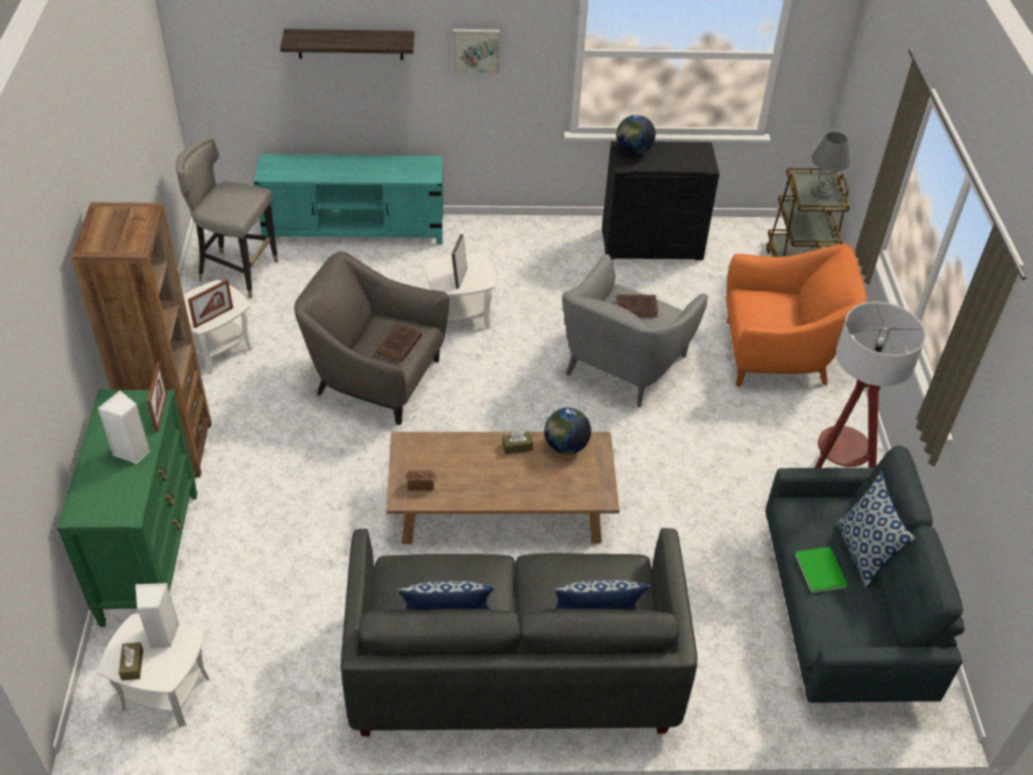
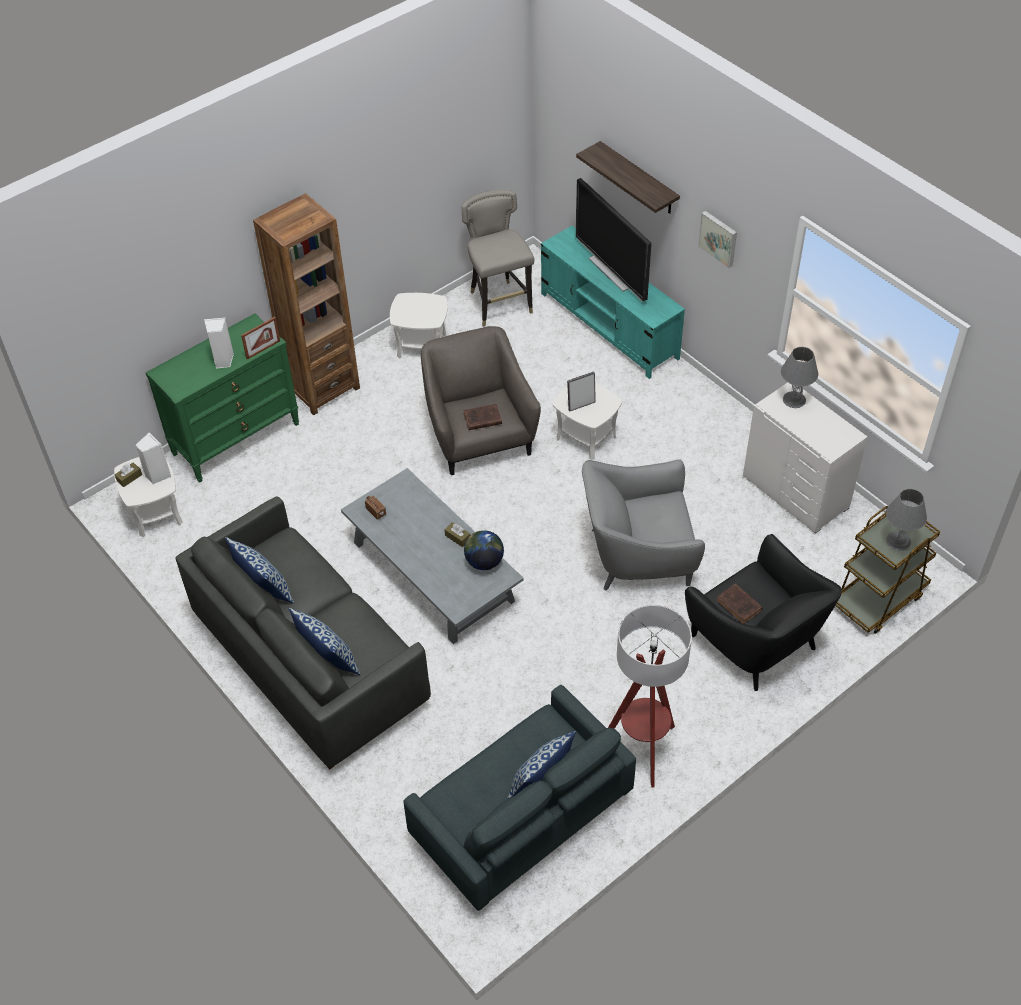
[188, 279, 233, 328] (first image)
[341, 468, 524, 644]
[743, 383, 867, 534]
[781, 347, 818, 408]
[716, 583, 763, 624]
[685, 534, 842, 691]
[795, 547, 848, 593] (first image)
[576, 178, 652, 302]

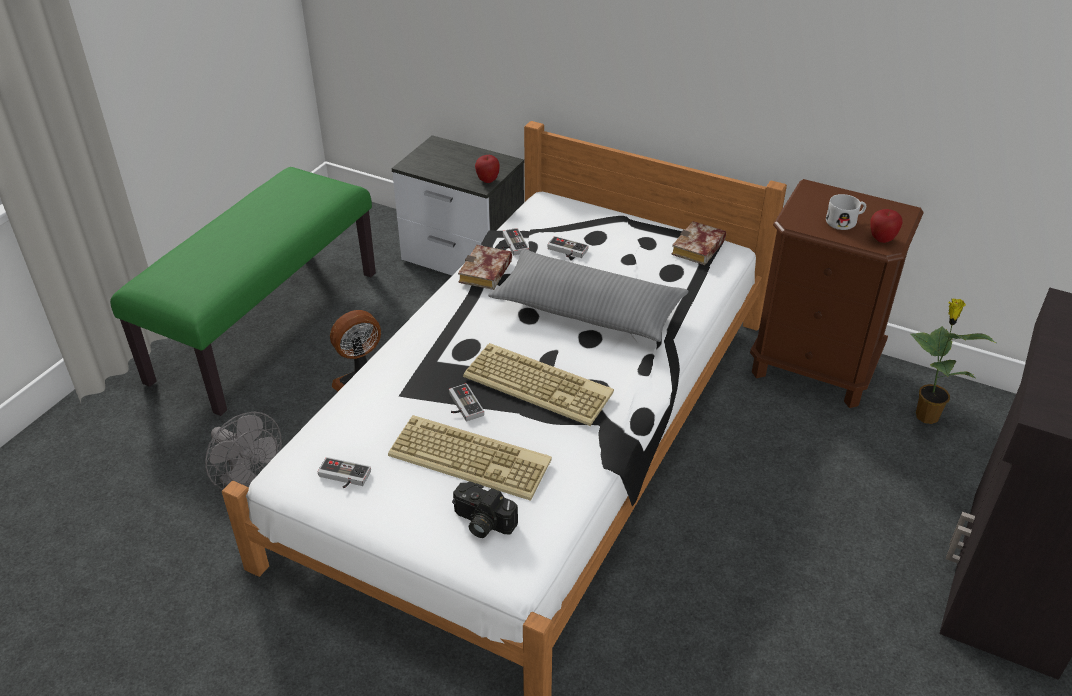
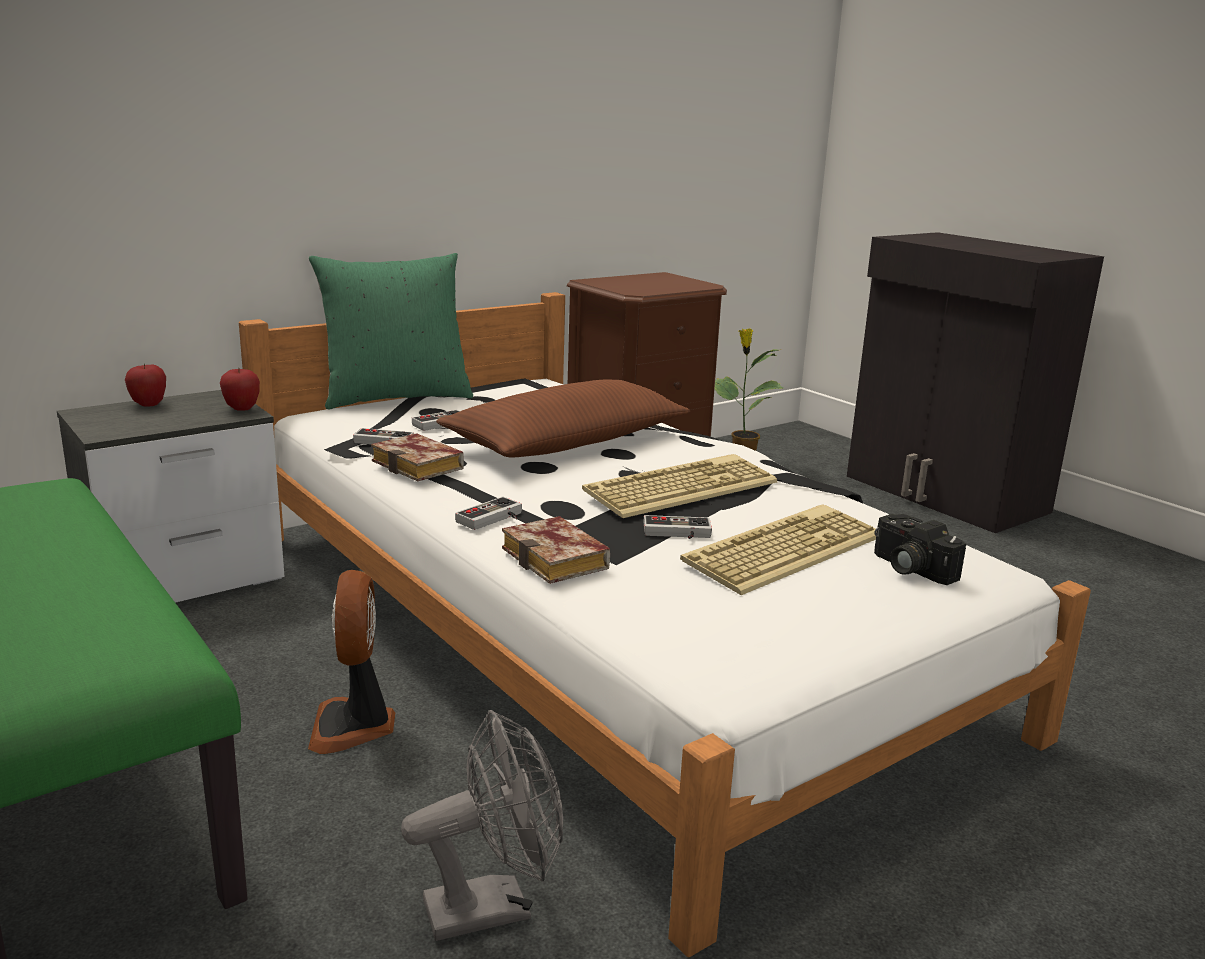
[455, 497, 522, 530]
[874, 514, 966, 585]
[436, 380, 690, 458]
[502, 516, 610, 584]
[826, 194, 866, 230] (first image)
[125, 363, 166, 407]
[309, 253, 473, 409]

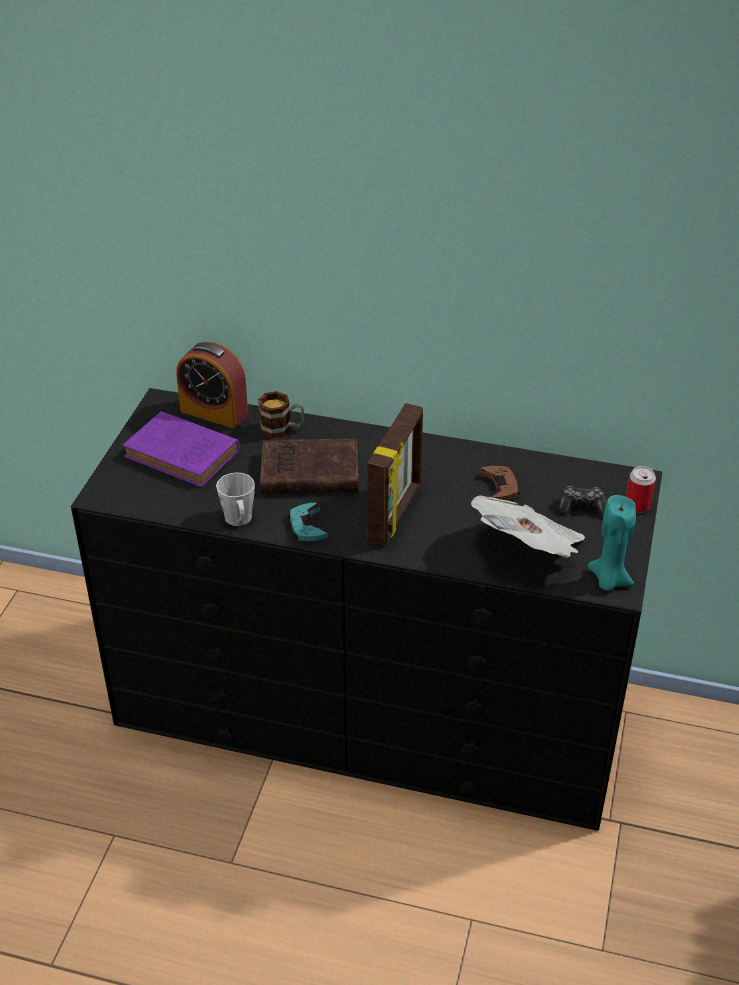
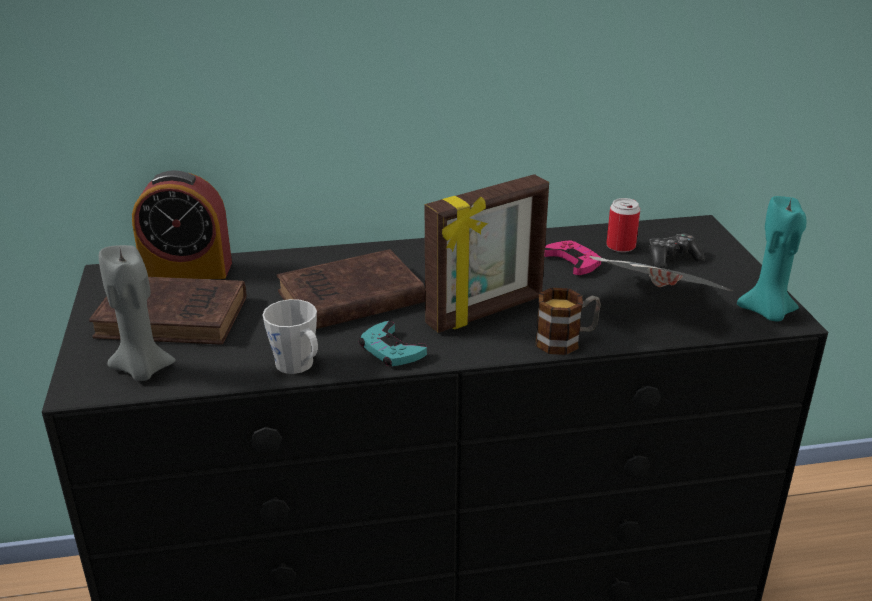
[89, 277, 246, 345]
[536, 288, 601, 355]
[425, 174, 549, 333]
[544, 240, 602, 275]
[606, 198, 640, 252]
[99, 245, 176, 381]

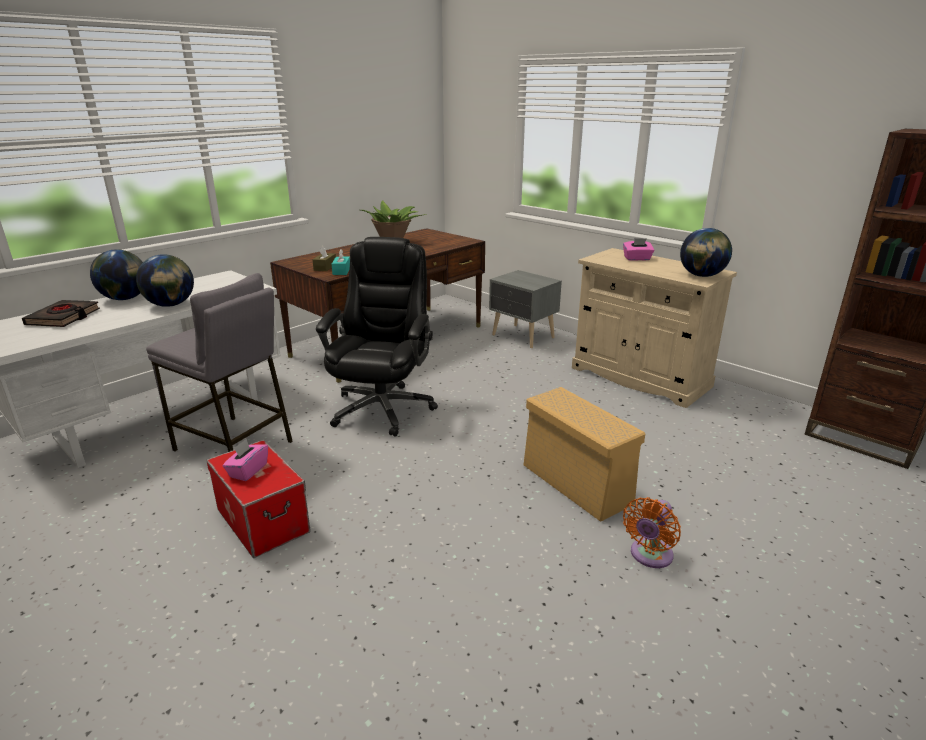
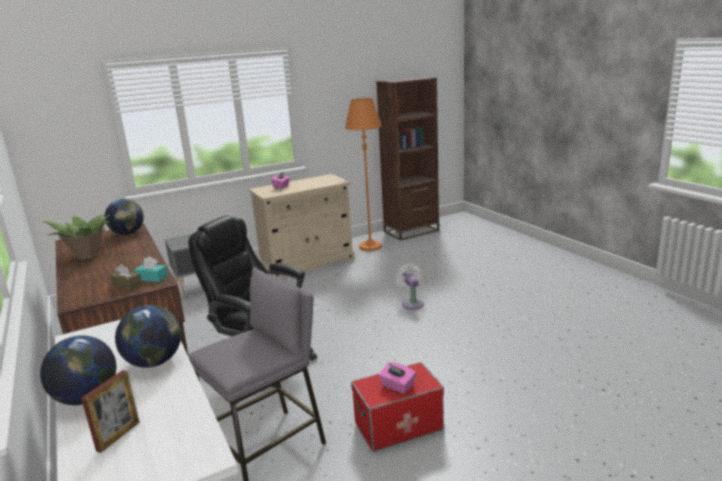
[81, 370, 140, 453]
[395, 264, 424, 310]
[623, 497, 681, 568] (first image)
[105, 199, 144, 235]
[345, 98, 382, 251]

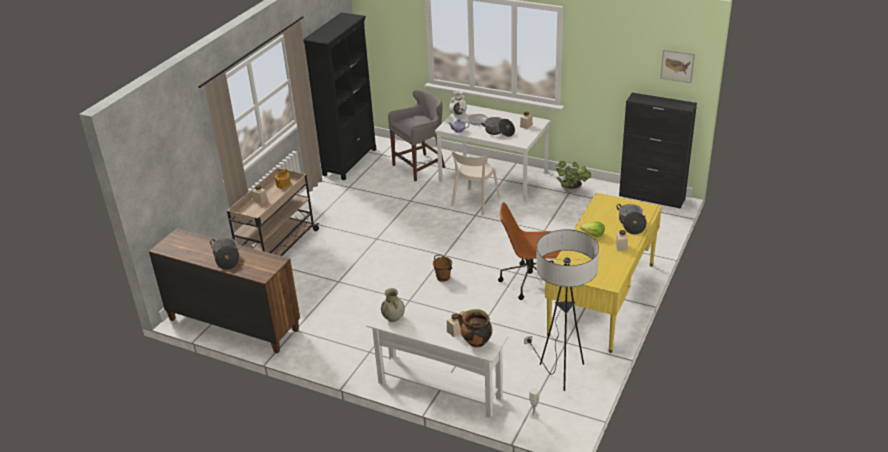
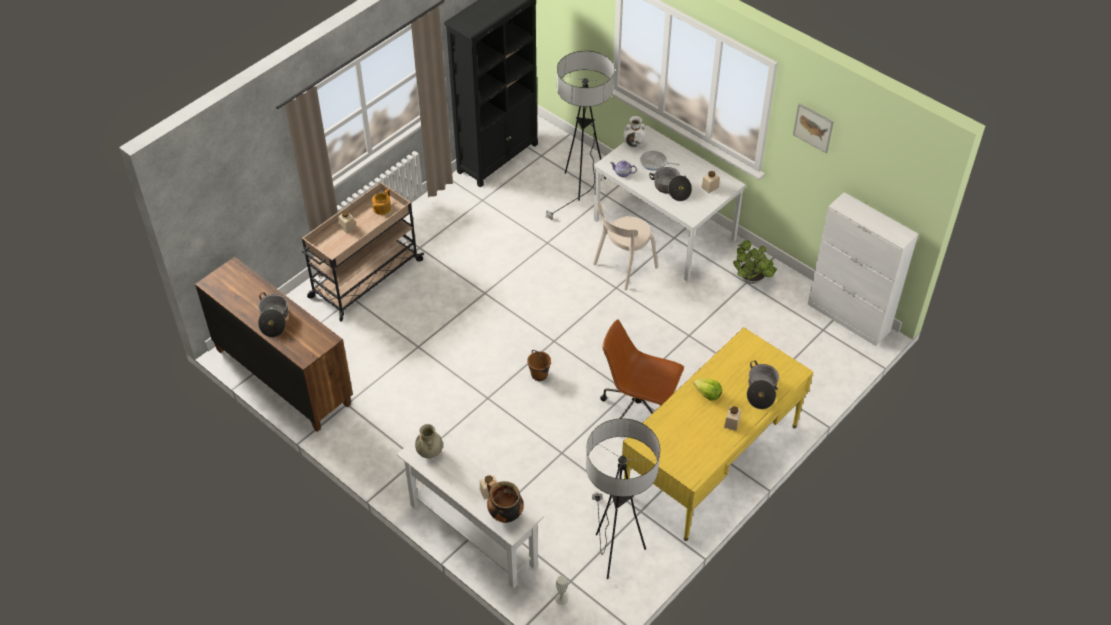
[546, 51, 615, 220]
[808, 192, 918, 346]
[793, 103, 834, 153]

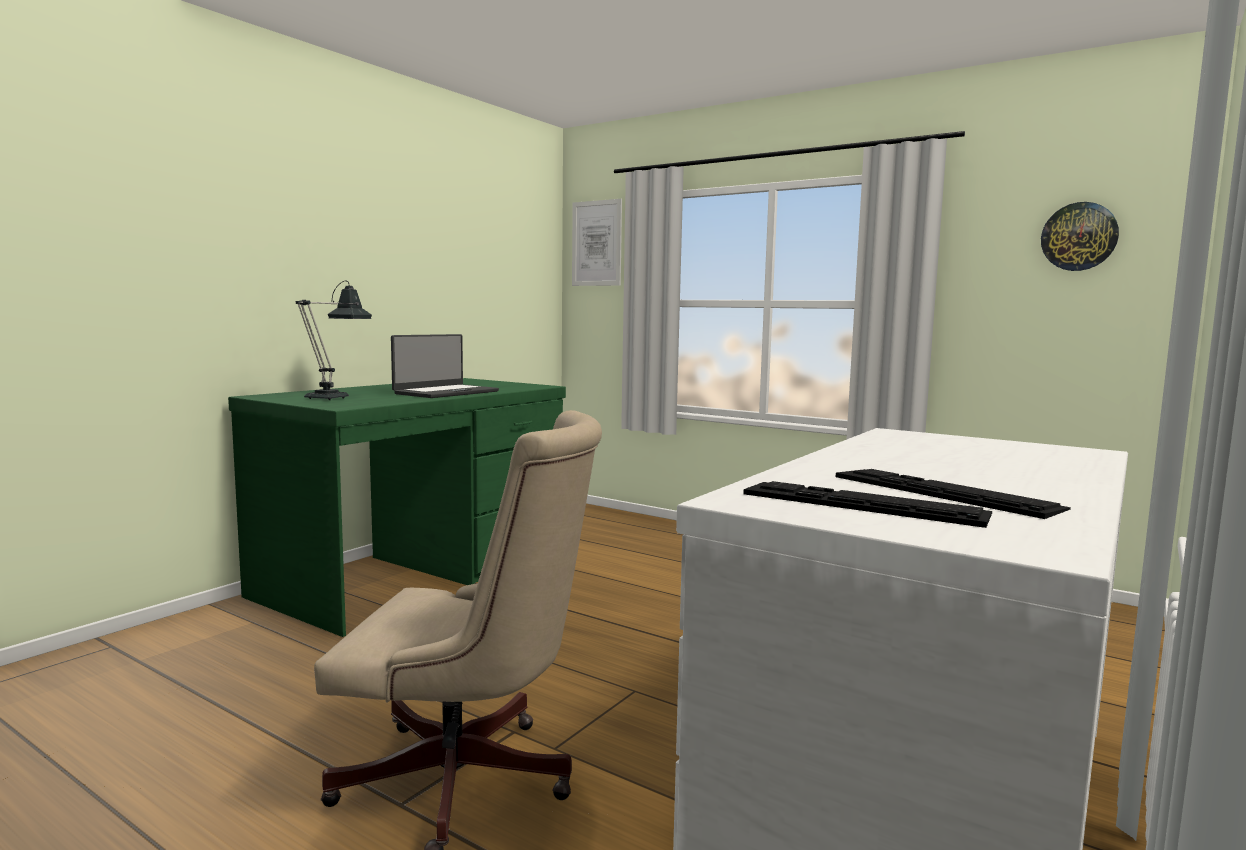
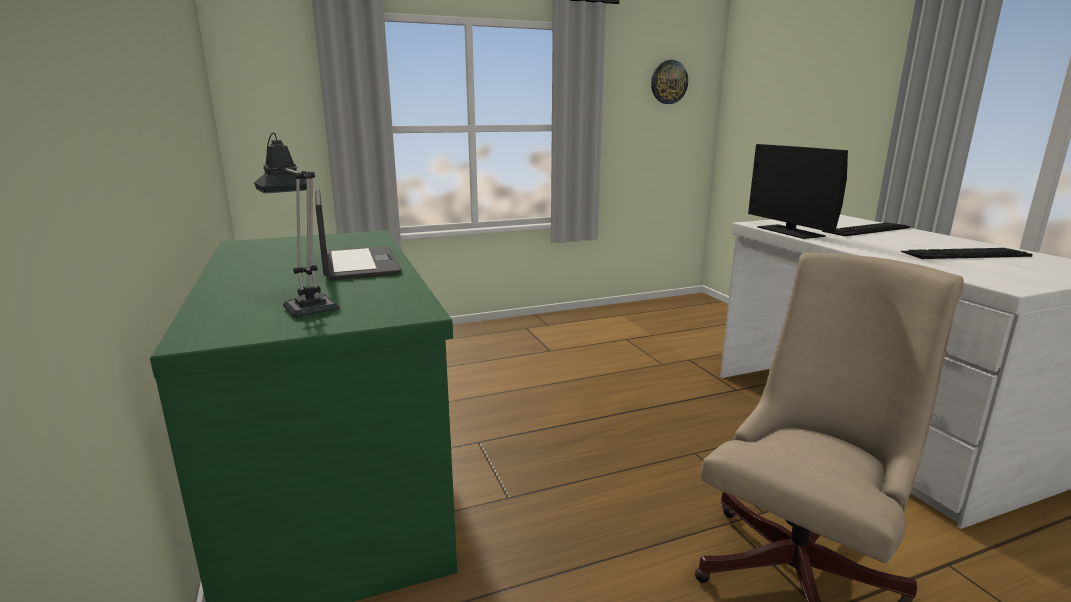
[572, 199, 622, 286] (first image)
[822, 223, 910, 236]
[748, 144, 848, 239]

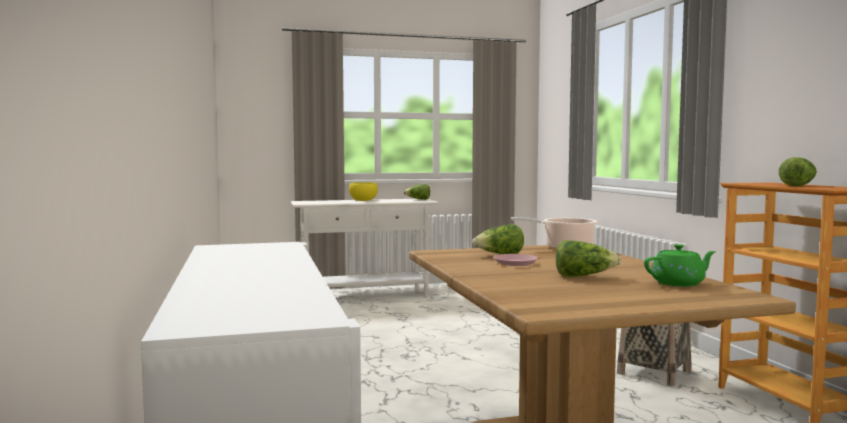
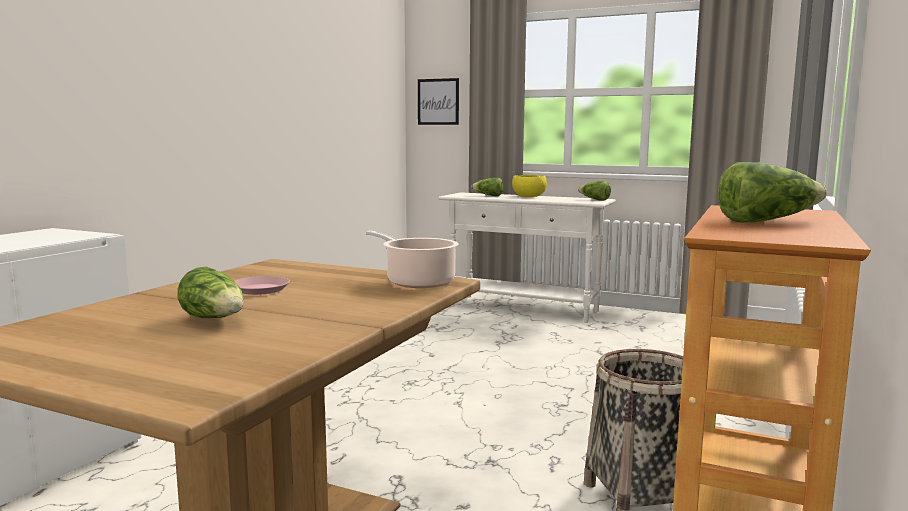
[471, 178, 503, 196]
[644, 244, 716, 287] (first image)
[418, 78, 459, 125]

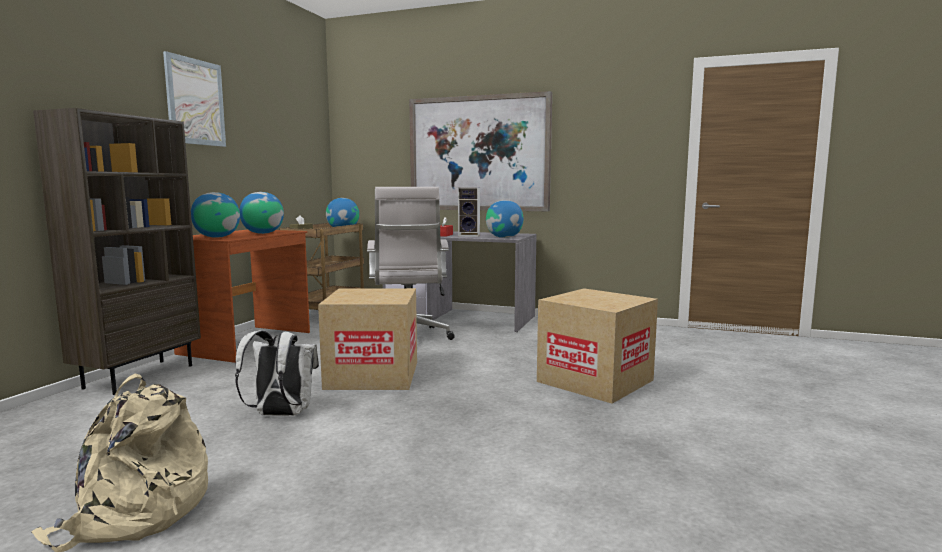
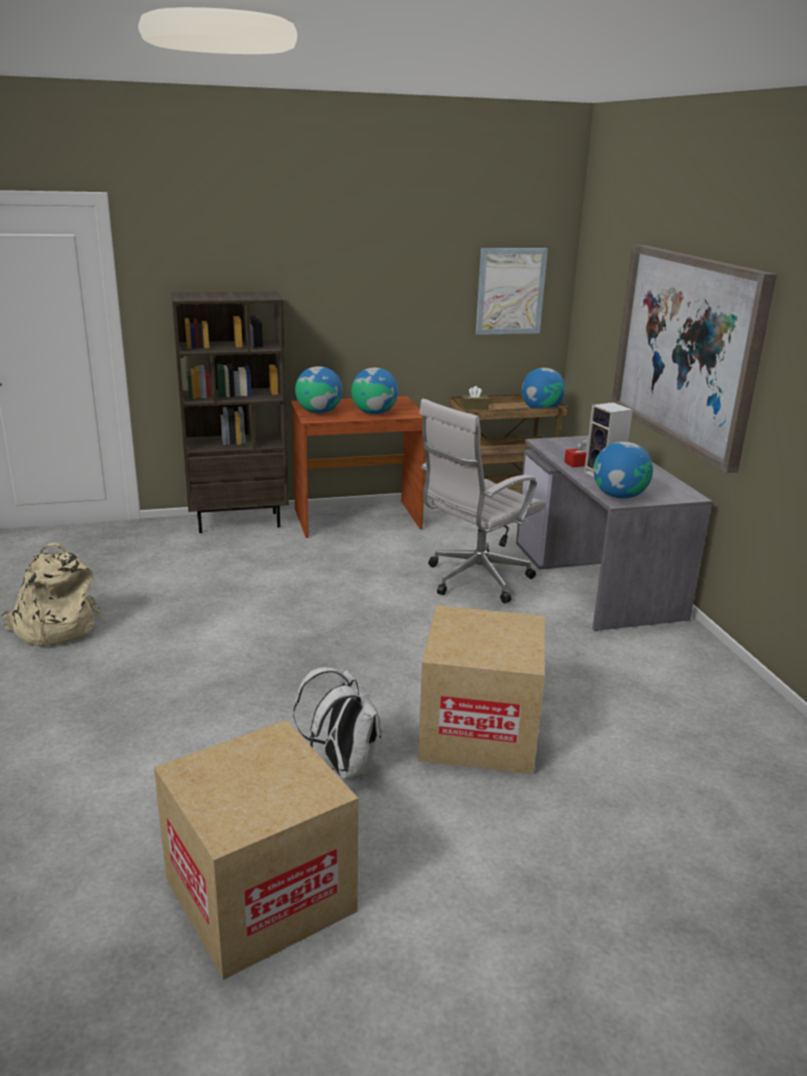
[476, 248, 548, 335]
[293, 667, 381, 779]
[154, 720, 358, 980]

